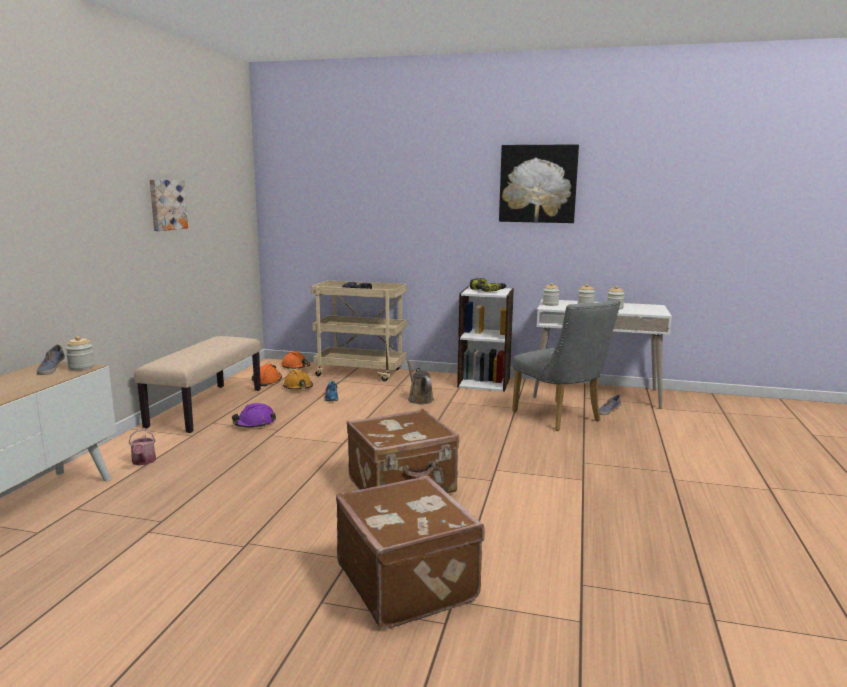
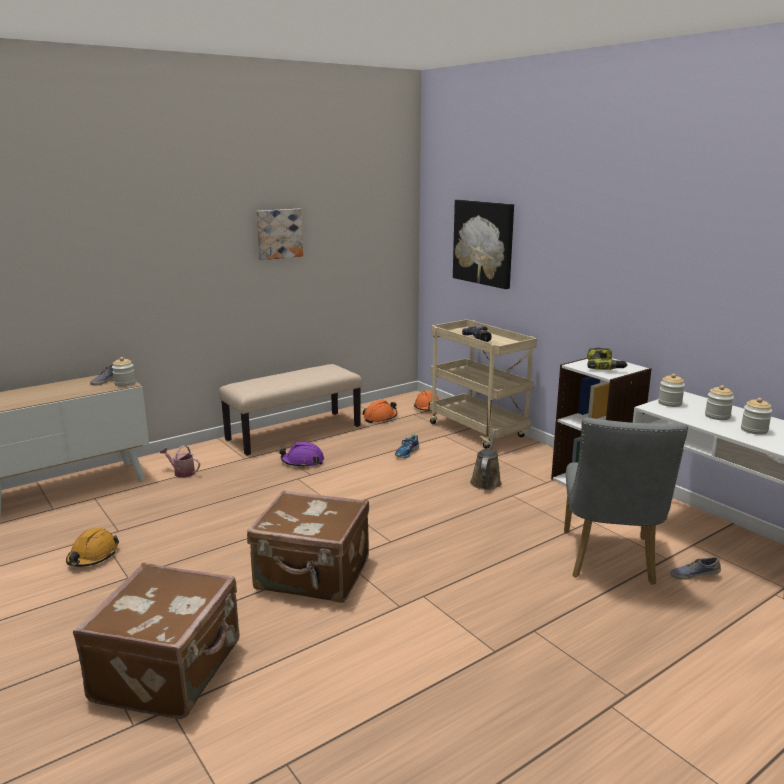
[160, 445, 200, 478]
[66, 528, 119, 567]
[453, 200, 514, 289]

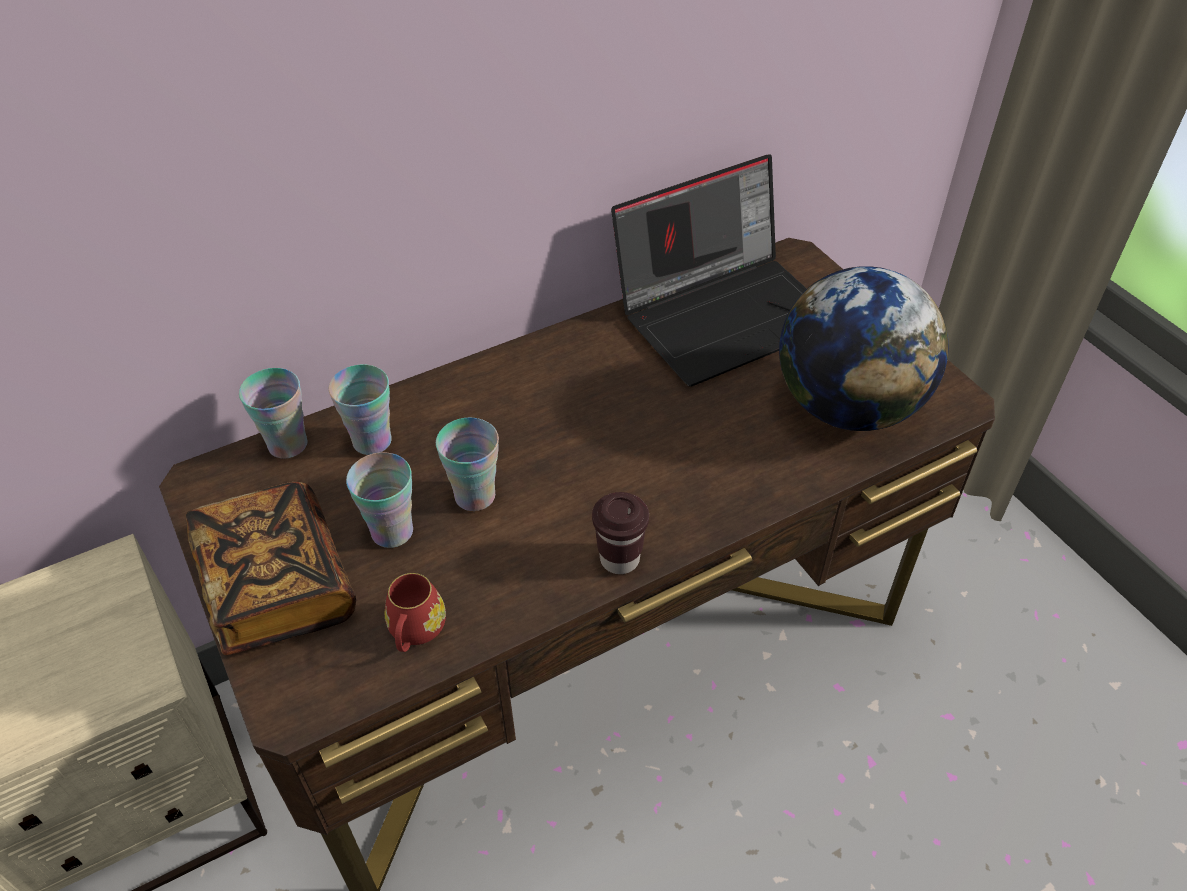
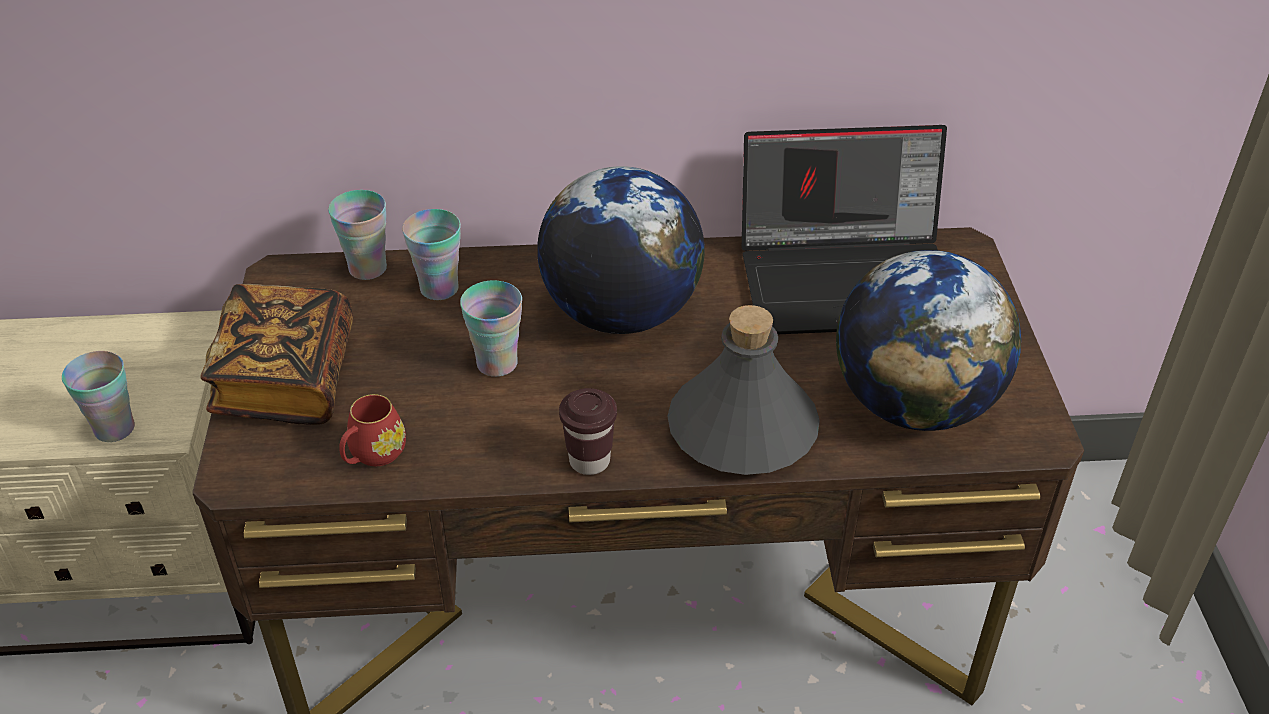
[62, 351, 135, 442]
[537, 166, 704, 334]
[667, 305, 820, 475]

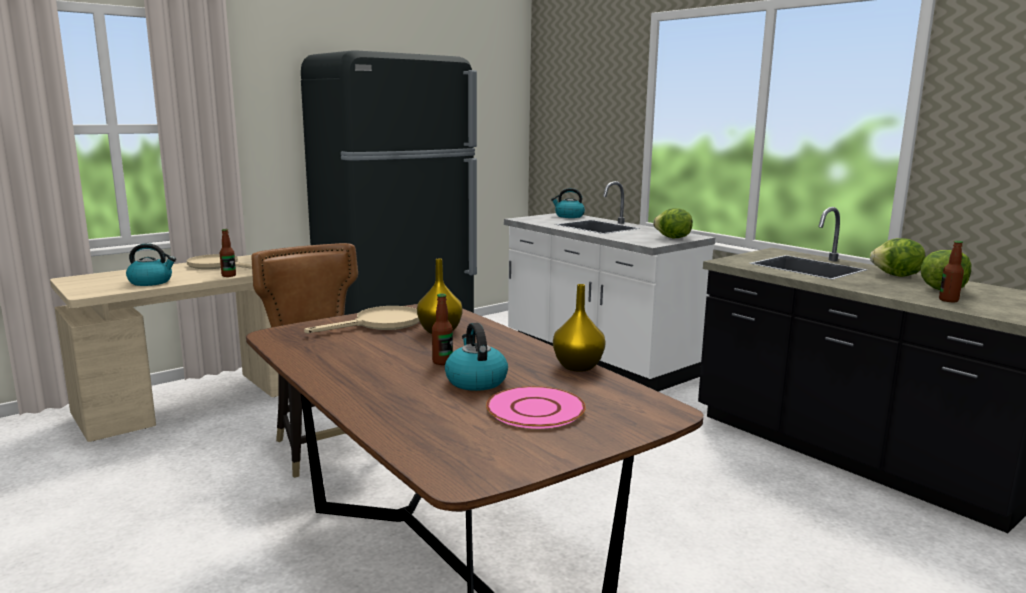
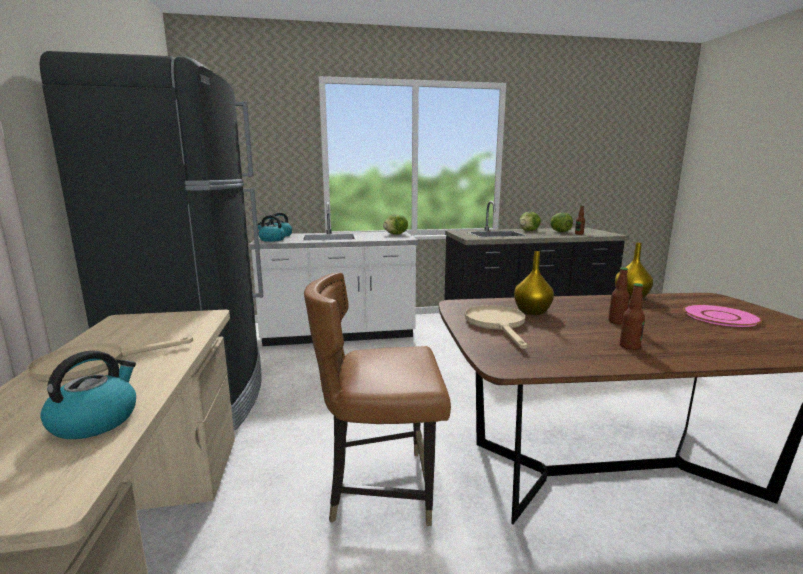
[620, 283, 645, 350]
[258, 215, 285, 242]

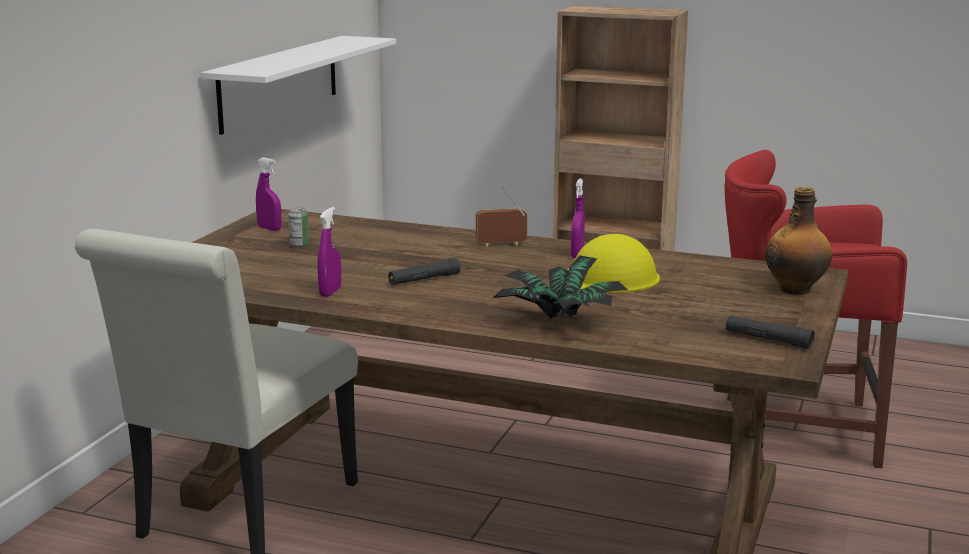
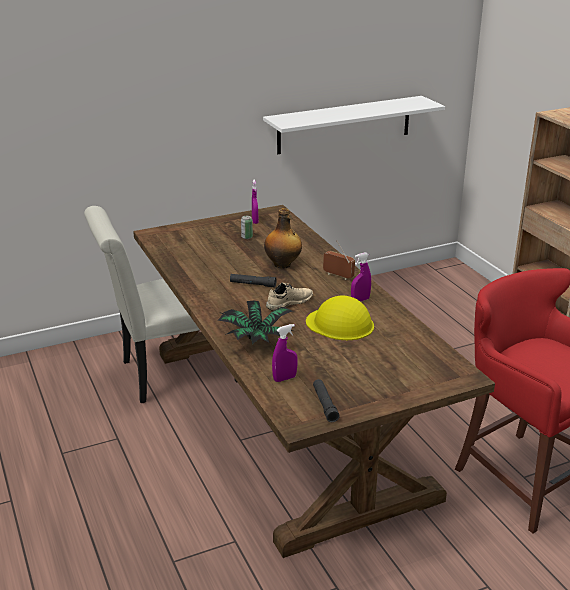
[272, 324, 298, 382]
[264, 208, 302, 269]
[266, 283, 313, 311]

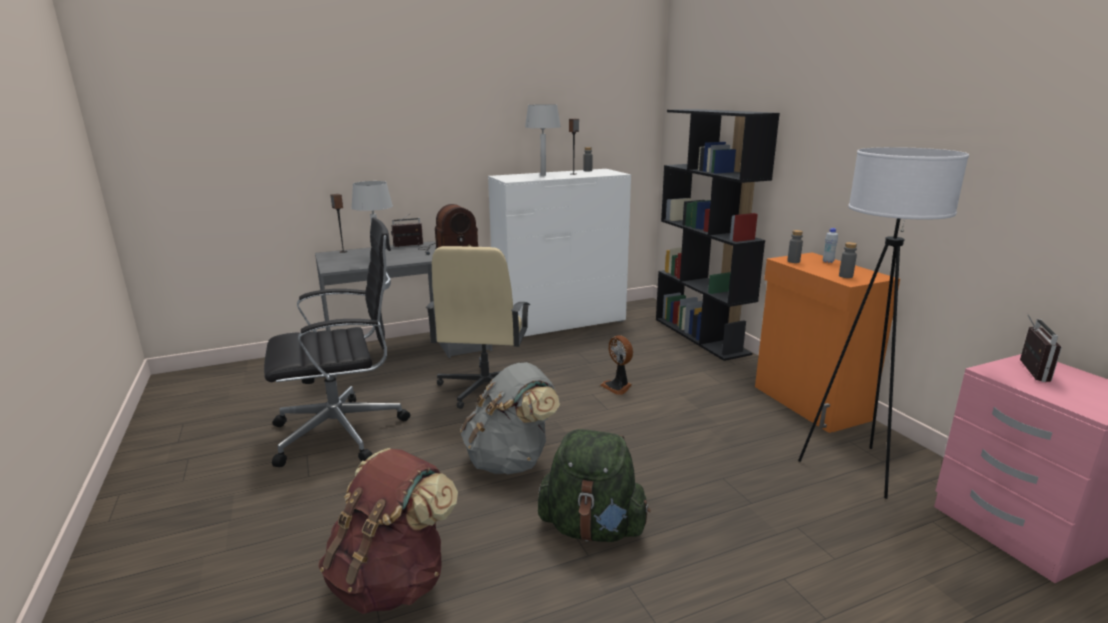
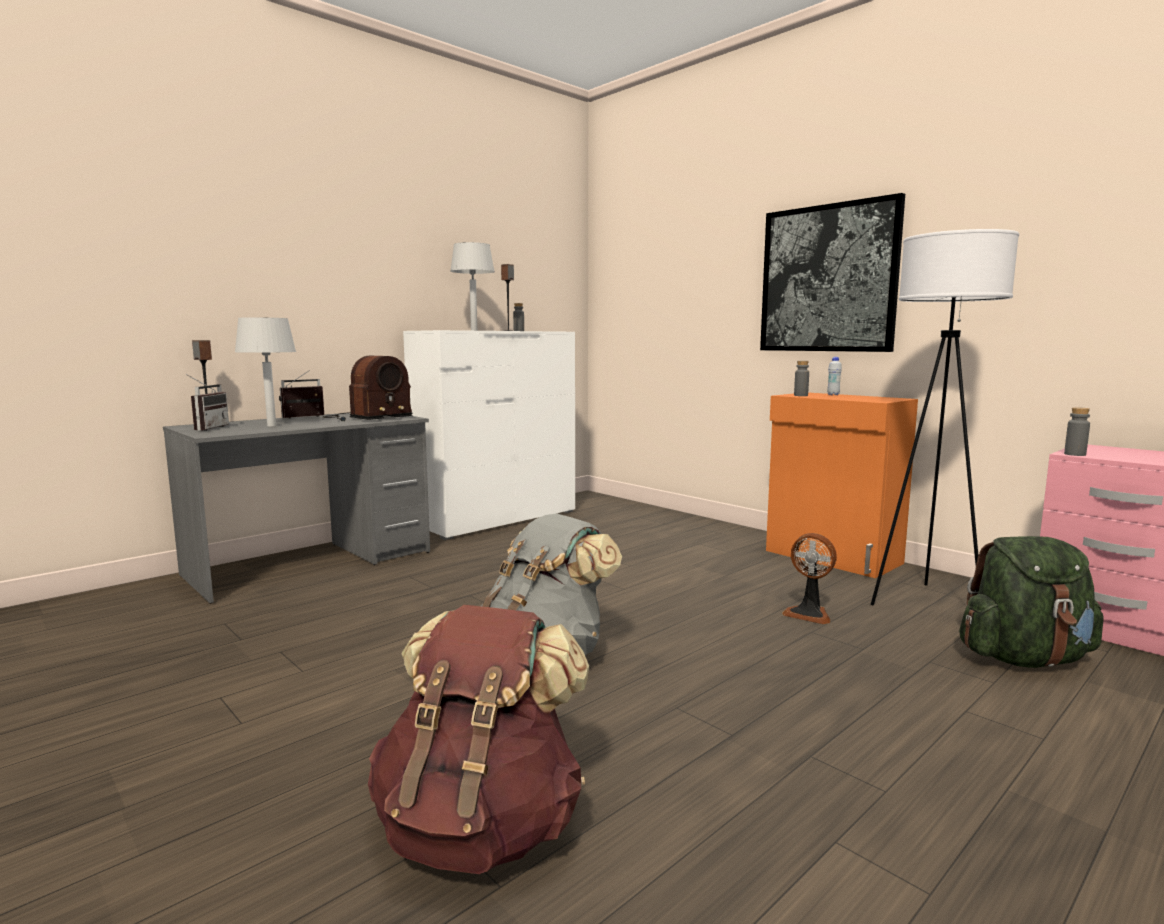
[264, 217, 410, 467] (first image)
[426, 246, 530, 409] (first image)
[959, 536, 1104, 668]
[782, 533, 837, 625]
[656, 109, 780, 361] (first image)
[1064, 407, 1090, 456]
[186, 374, 229, 431]
[760, 193, 905, 352]

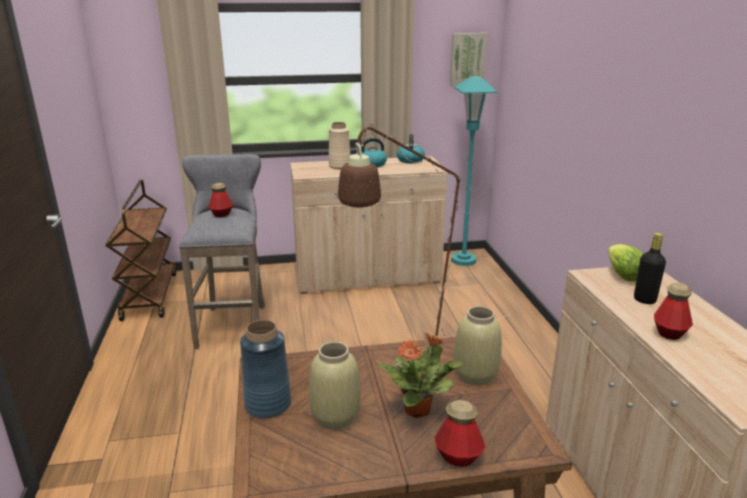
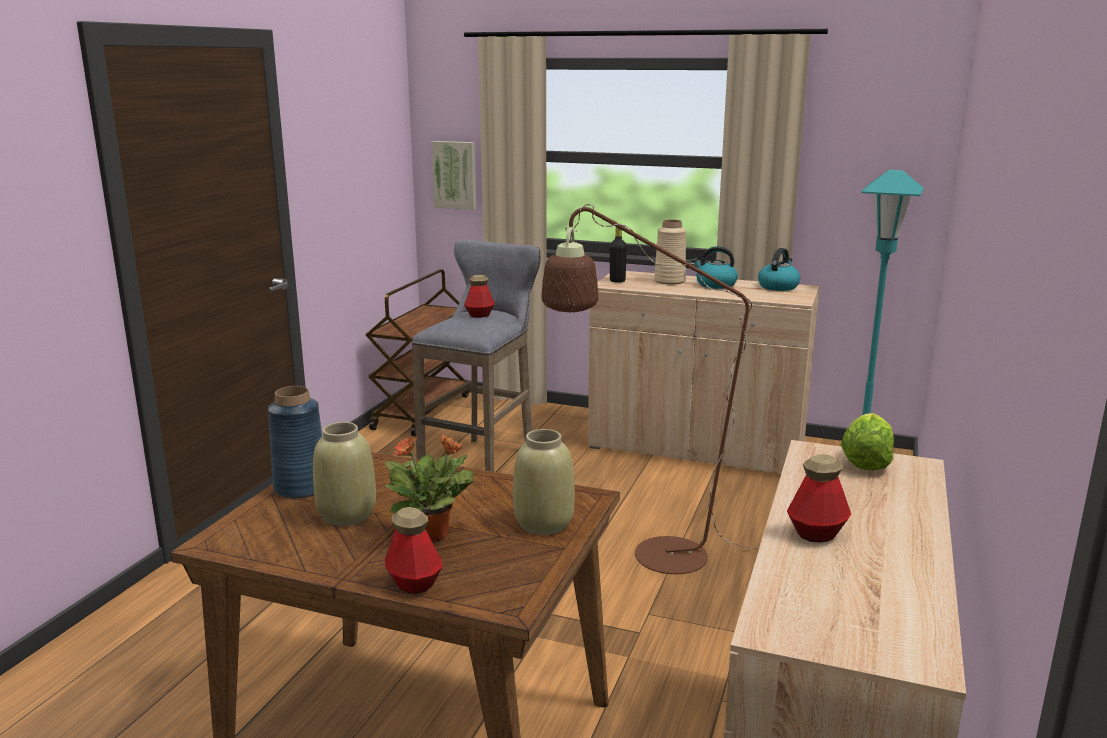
[431, 141, 476, 210]
[610, 227, 627, 283]

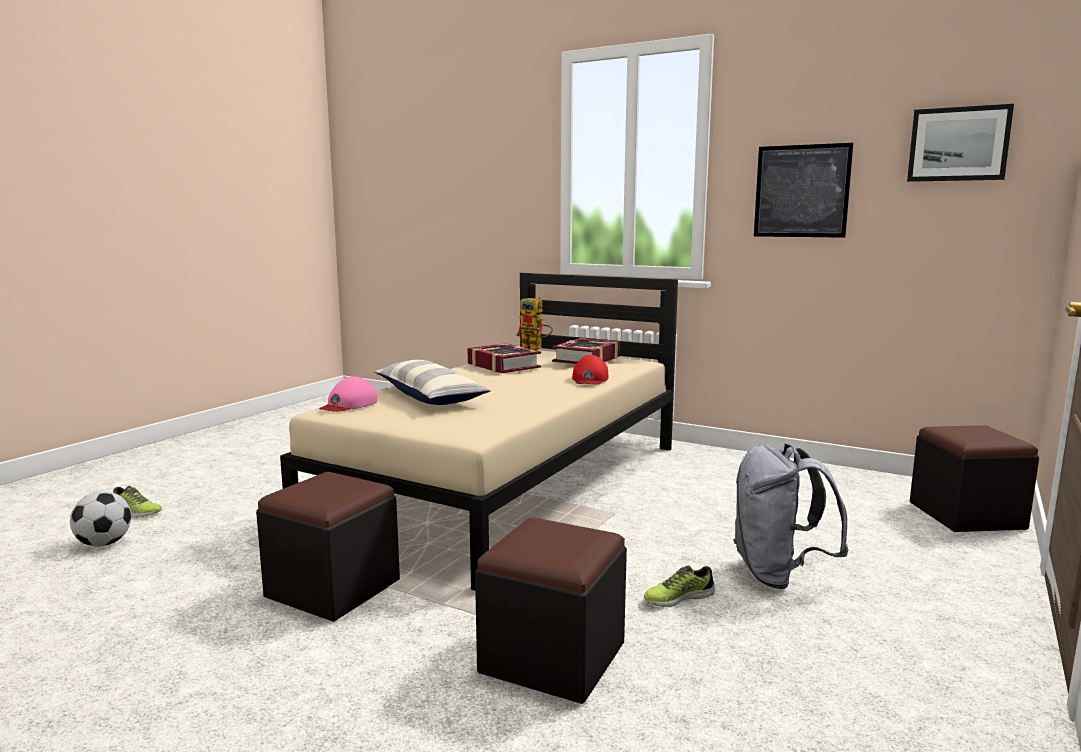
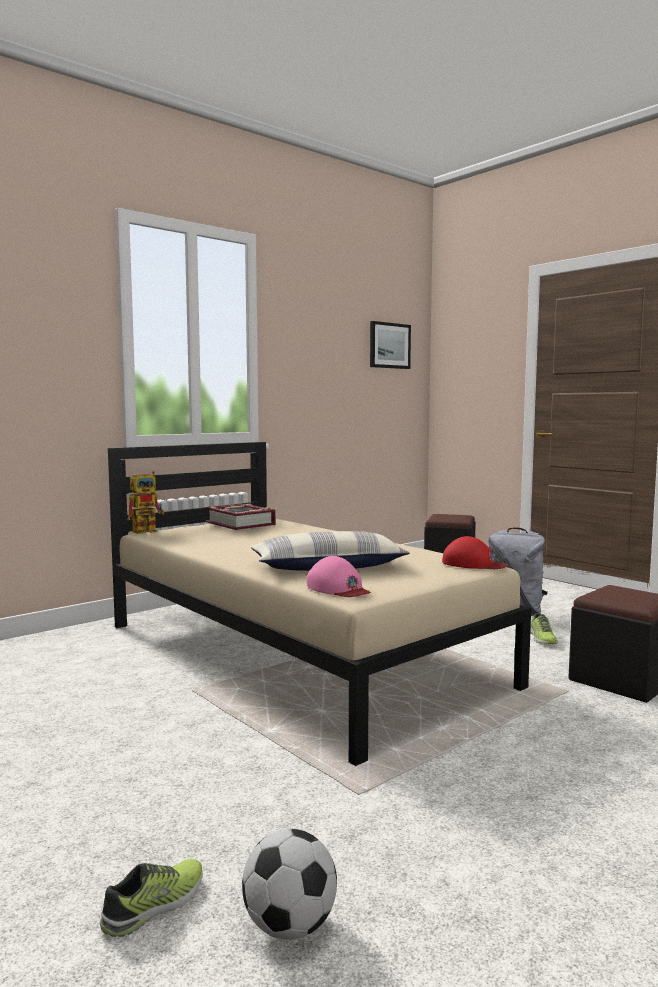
[256, 472, 400, 622] (first image)
[468, 343, 541, 373] (first image)
[442, 536, 509, 569]
[754, 143, 853, 238] (first image)

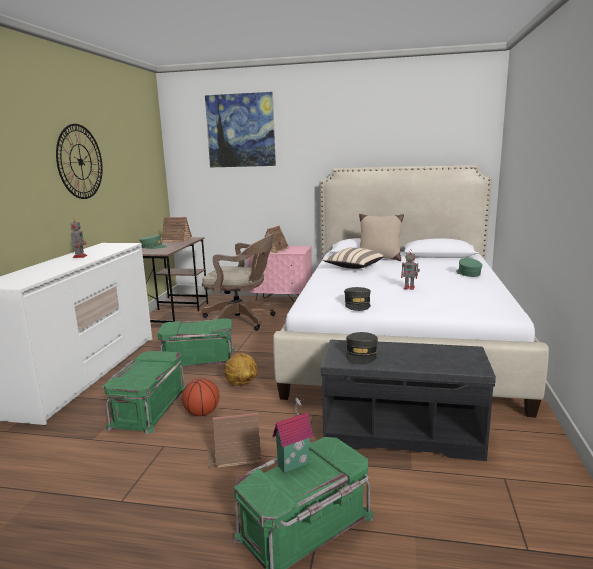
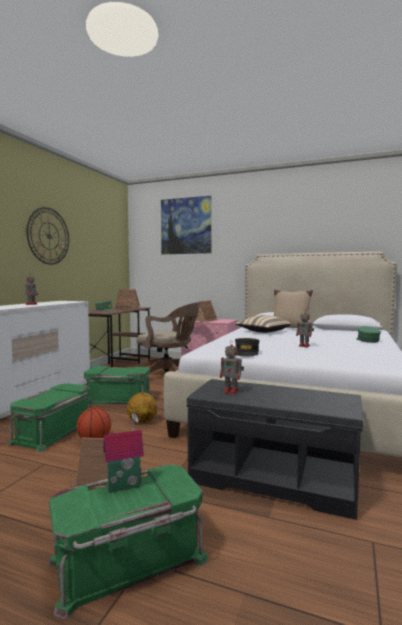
[220, 340, 244, 394]

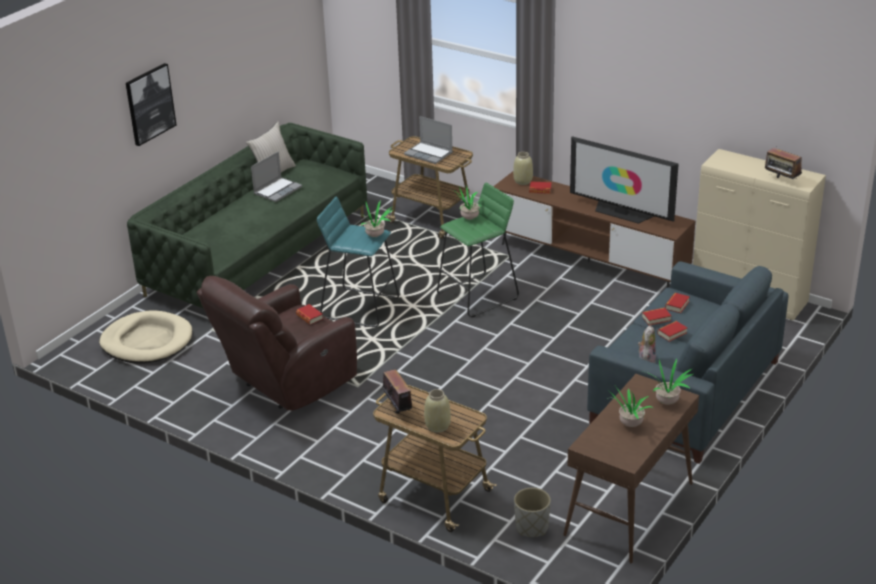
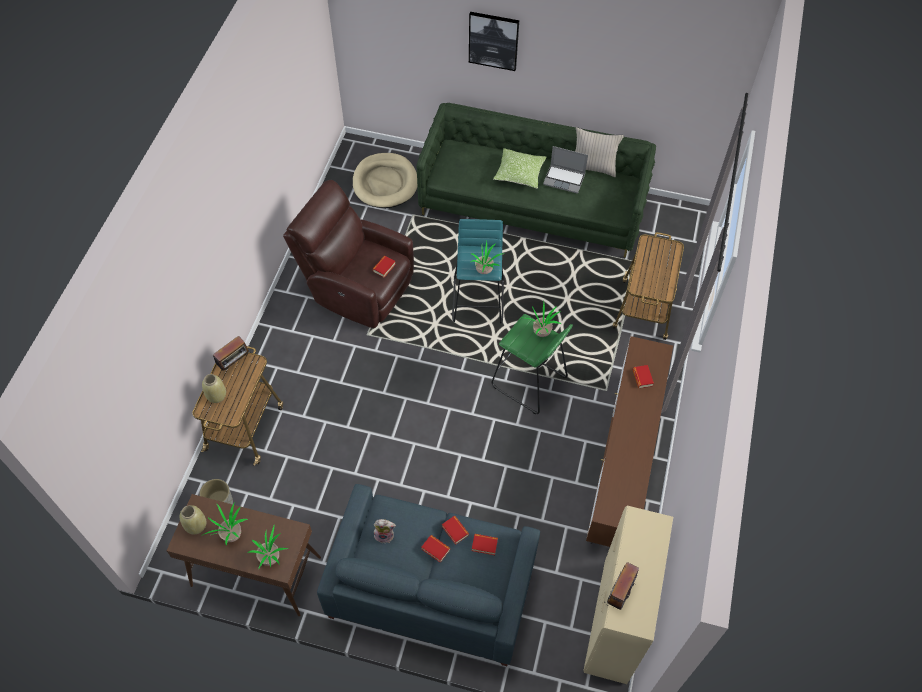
[404, 116, 453, 164] (first image)
[180, 505, 206, 534]
[570, 136, 679, 224] (first image)
[493, 148, 546, 189]

